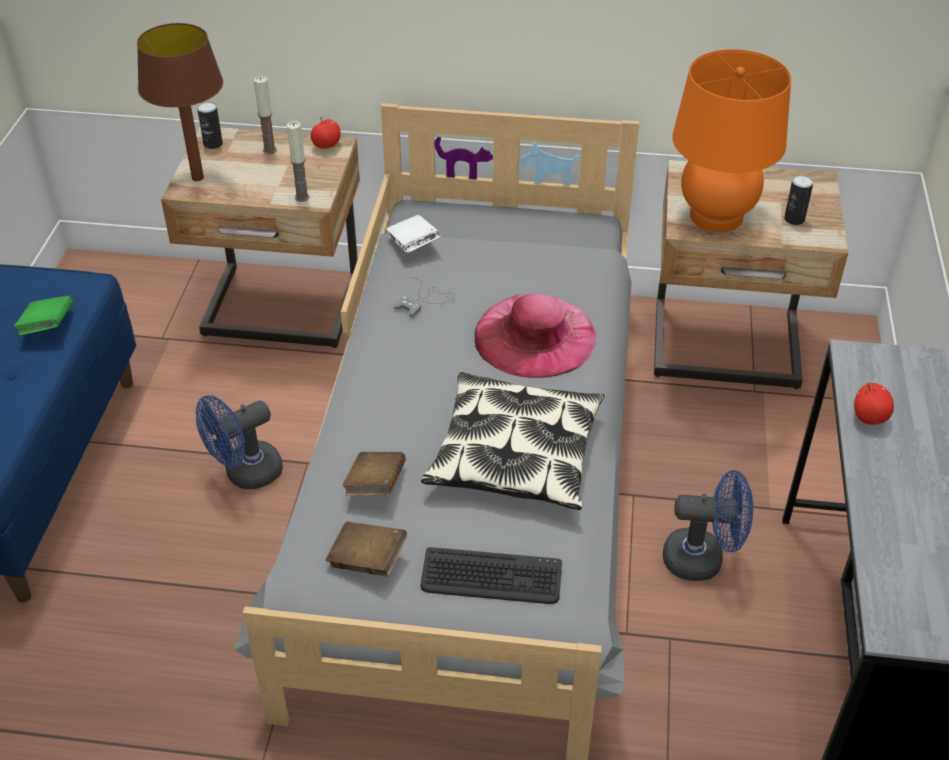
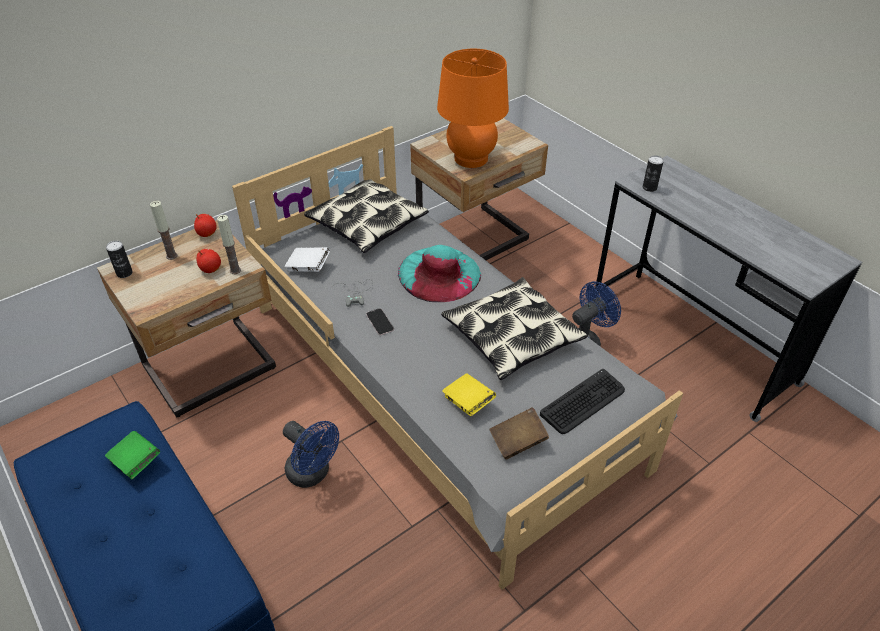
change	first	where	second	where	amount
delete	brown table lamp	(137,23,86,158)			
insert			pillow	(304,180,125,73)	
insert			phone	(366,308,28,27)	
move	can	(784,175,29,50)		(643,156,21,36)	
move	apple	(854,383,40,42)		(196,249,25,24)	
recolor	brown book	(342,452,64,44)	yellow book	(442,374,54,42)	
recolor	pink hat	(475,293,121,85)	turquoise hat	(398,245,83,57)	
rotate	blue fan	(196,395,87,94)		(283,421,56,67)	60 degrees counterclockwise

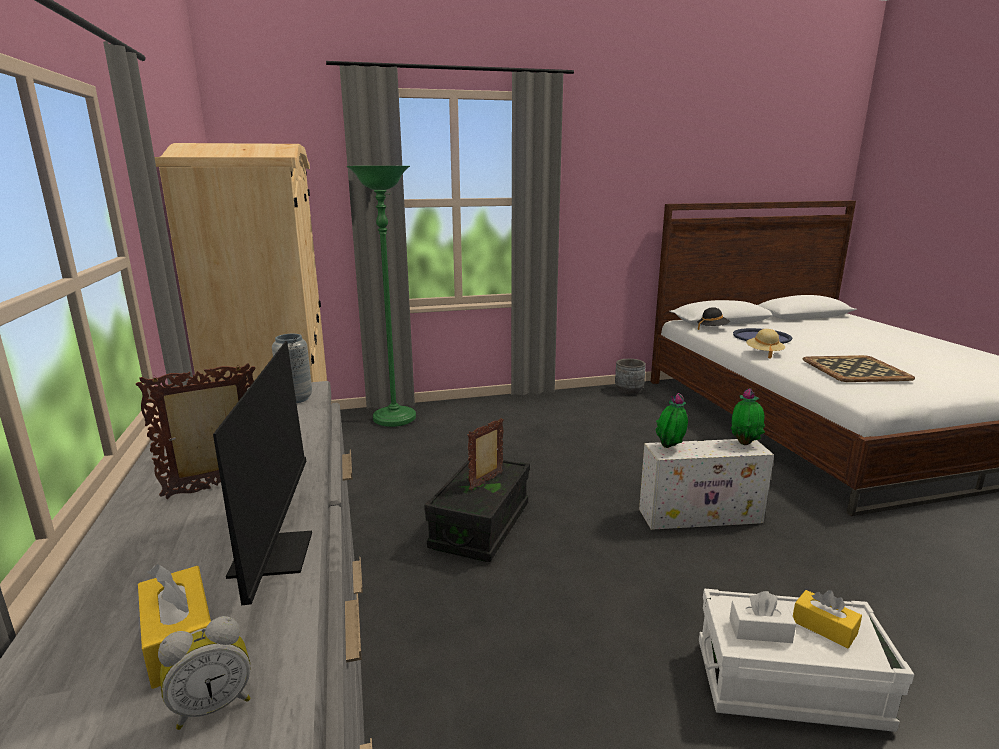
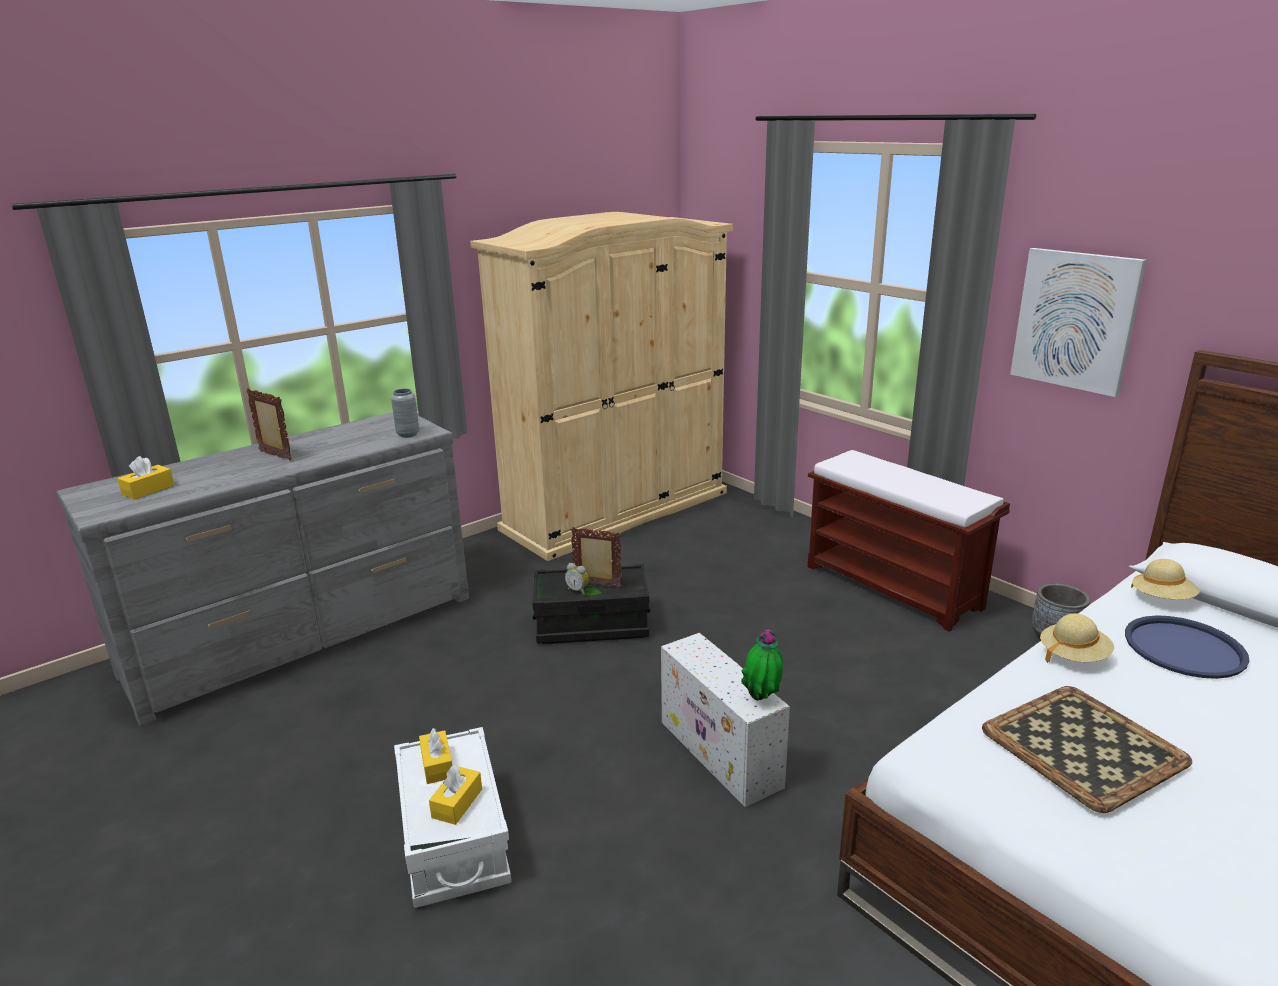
change	first	where	second	where	amount
delete	monitor	(213,337,99,268)			
delete	green floor lamp	(346,166,70,261)			
delete	potted plant	(656,393,32,55)			
insert			brown bench	(807,450,203,182)	
insert			picture	(1010,248,136,149)	
move	alarm clock	(158,616,92,114)		(565,563,24,32)	
recolor	black hat	(697,307,33,23)	beige hat	(1131,559,69,41)	
recolor	white tissue box	(729,591,67,52)	yellow tissue box	(419,728,33,56)	

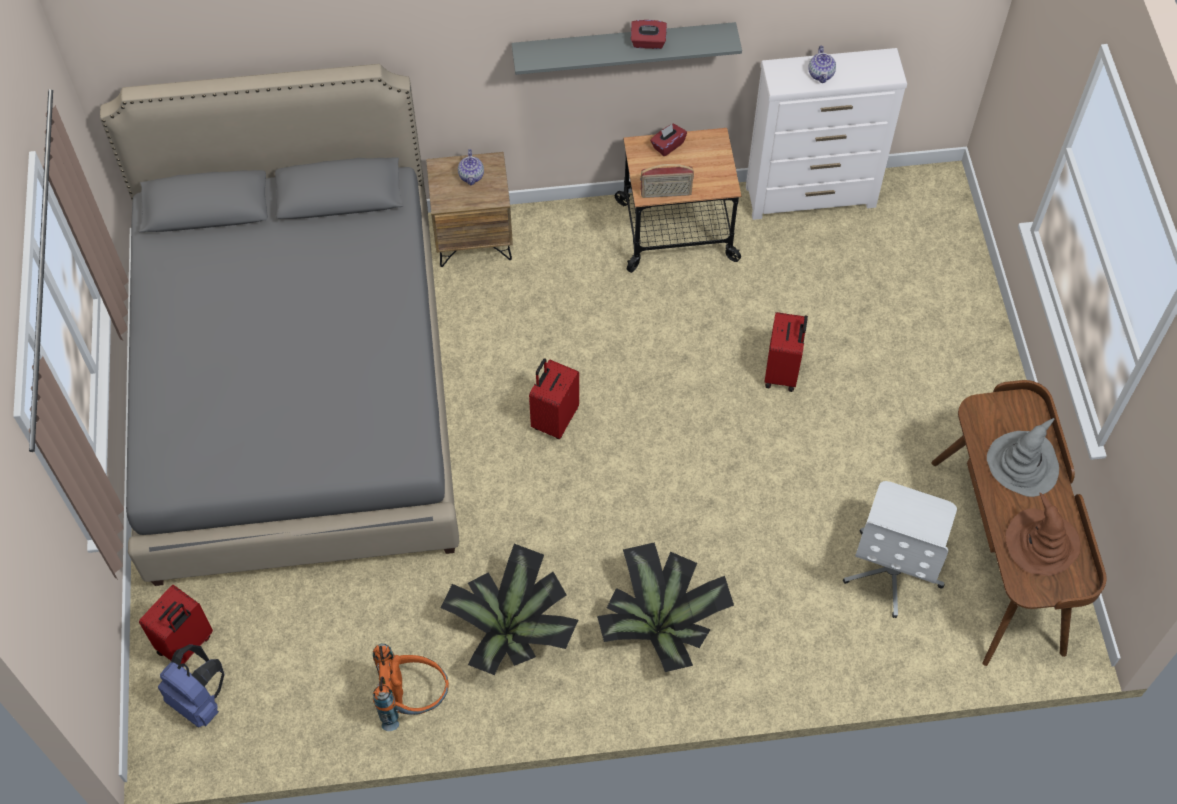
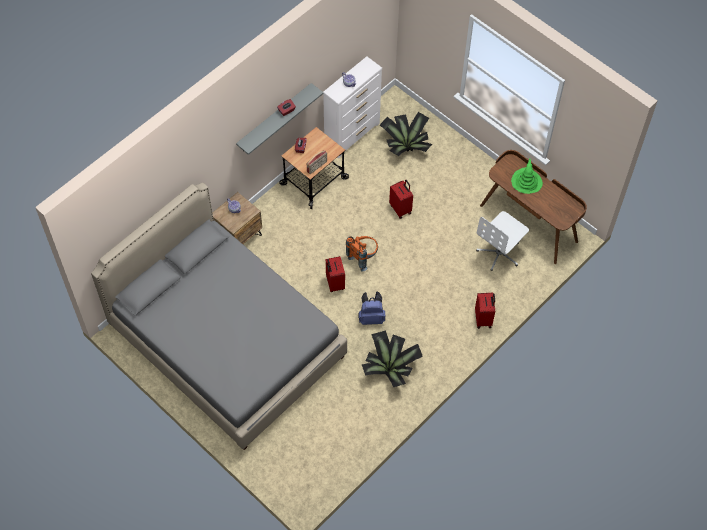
change	first	where	second	where	amount
delete	brown hat	(1005,493,76,83)			
move	red suitcase	(139,585,74,82)		(475,293,20,36)	
move	blue backpack	(158,644,67,84)		(359,292,27,33)	
move	orange backpack	(373,644,76,87)		(346,236,32,35)	
move	potted plant	(597,542,137,130)		(380,112,52,44)	
recolor	grey hat	(987,418,72,79)	green hat	(511,158,32,36)	
rotate	white office chair	(843,481,114,137)		(476,211,53,60)	60 degrees clockwise

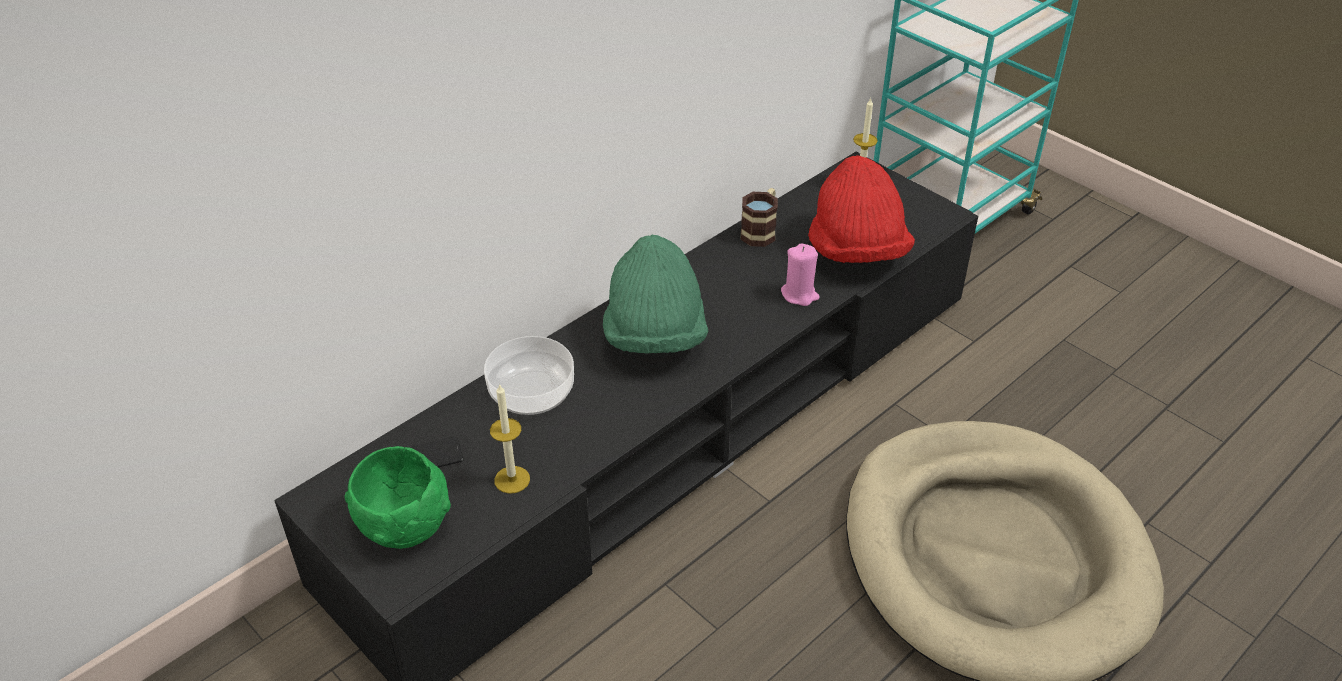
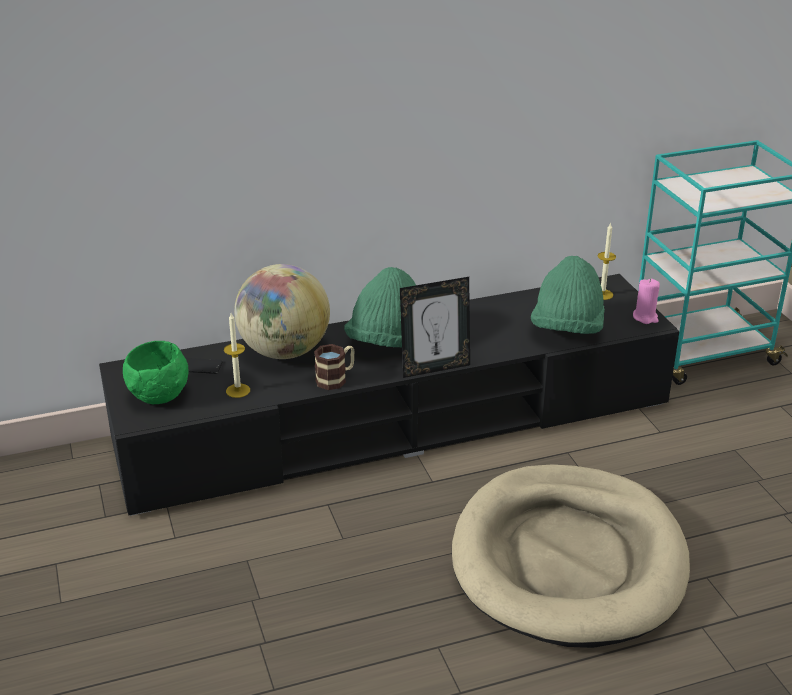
change	first	where	second	where	amount
insert			picture frame	(400,277,70,101)	
move	mug	(741,188,37,59)		(314,344,41,46)	
move	pink candle	(781,243,39,63)		(633,279,27,45)	
replace	bowl	(484,336,90,79)	globe	(234,264,96,95)	
recolor	red hat	(808,155,107,108)	green hat	(531,256,74,78)	

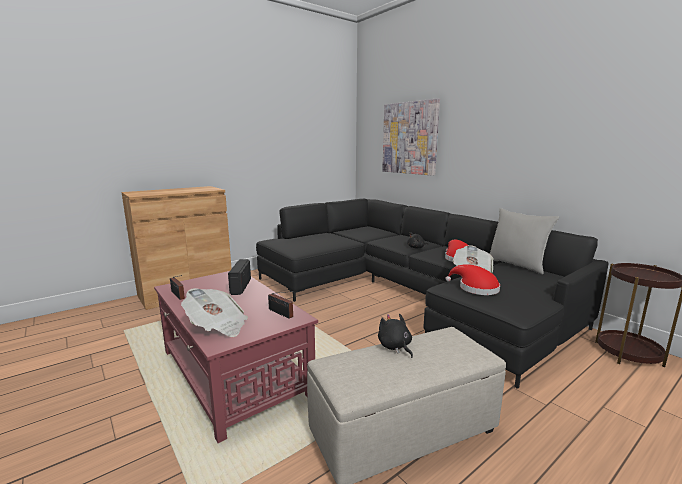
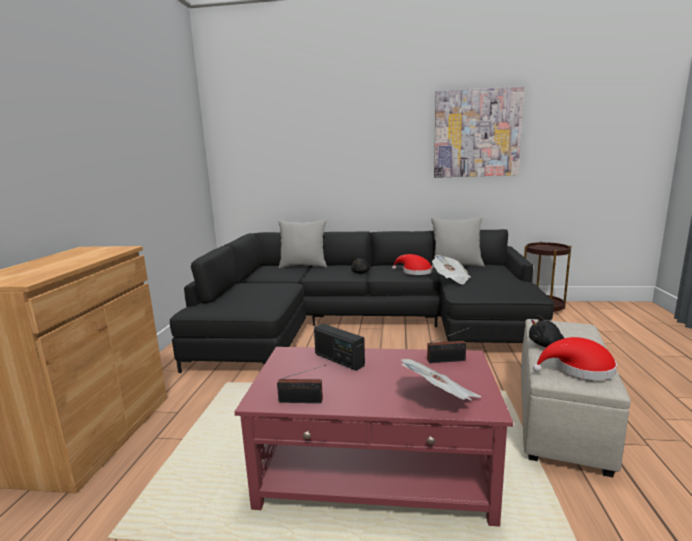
change	first	where	second	where	amount
insert			grey pillow	(278,220,49,49)	
move	picture	(382,98,58,78)		(434,86,90,92)	
move	red hat	(445,264,55,31)		(533,337,84,43)	

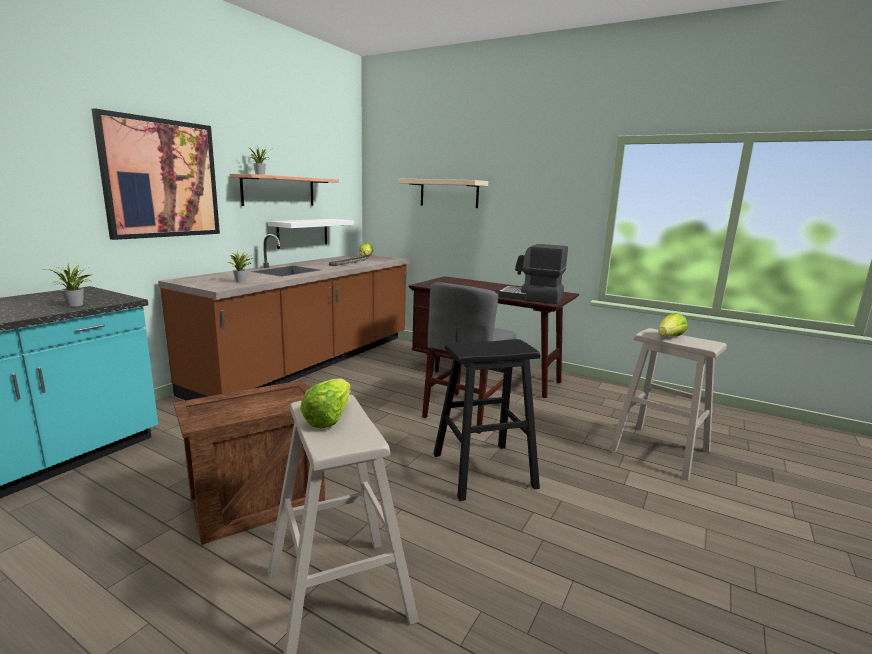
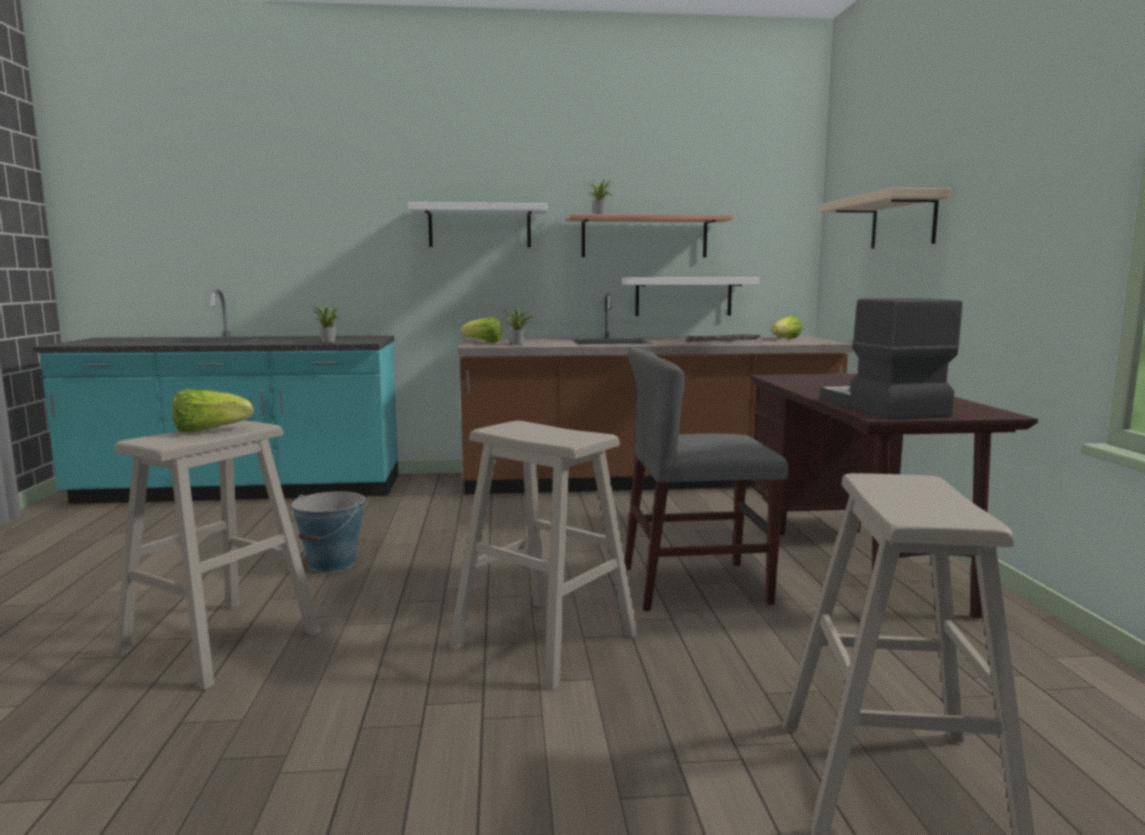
change	first	where	second	where	amount
move	lettuce	(658,313,30,23)		(460,317,42,25)	
replace	picture	(92,108,128,132)	white shelf	(408,202,140,45)	
replace	crate	(174,380,151,165)	bucket	(291,491,74,81)	
recolor	black stool	(433,339,108,162)	beige stool	(449,421,189,270)	

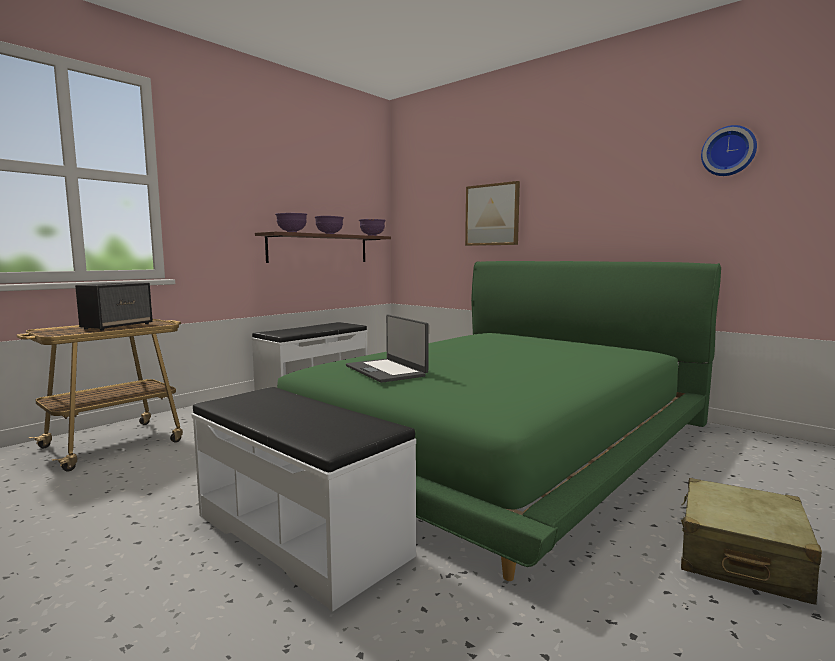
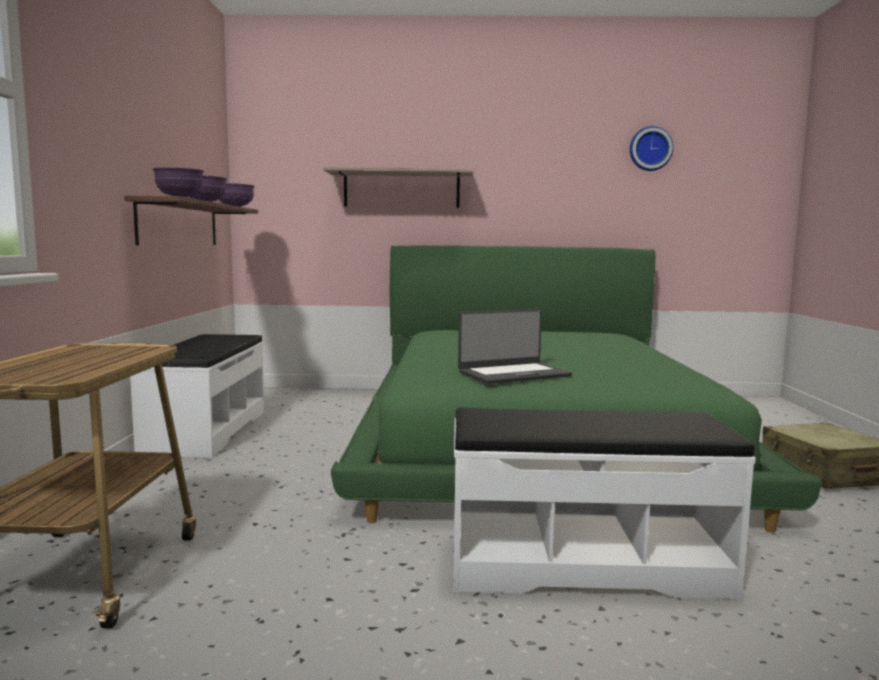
change	first	where	second	where	amount
delete	speaker	(75,282,78,49)			
replace	picture	(465,181,55,65)	shelf	(323,167,151,41)	
rotate	laptop	(346,315,83,68)		(458,309,114,75)	45 degrees counterclockwise

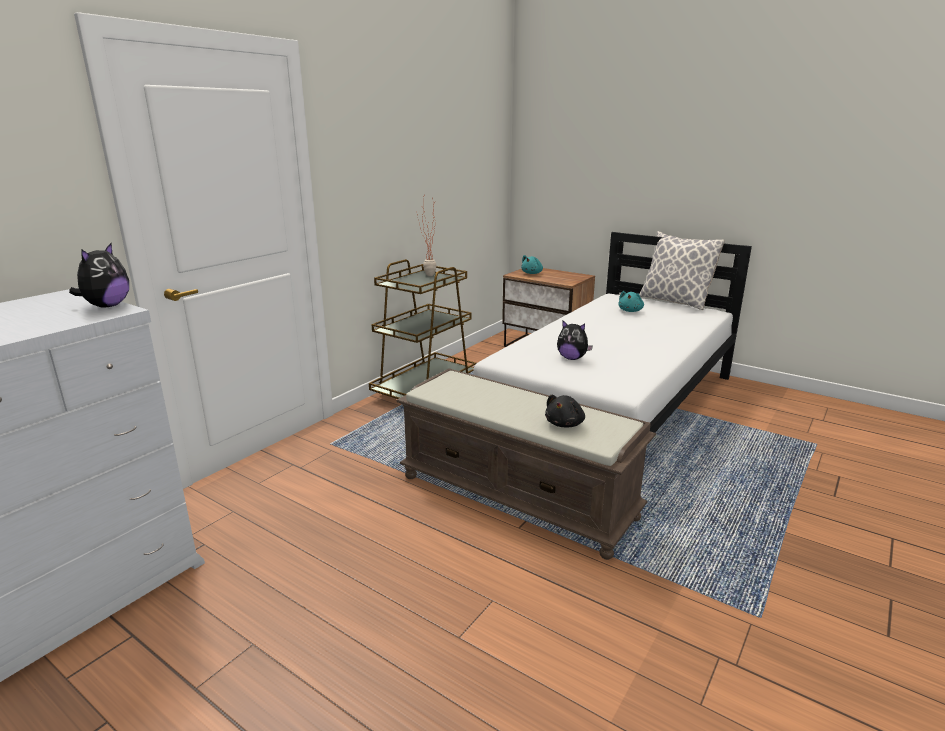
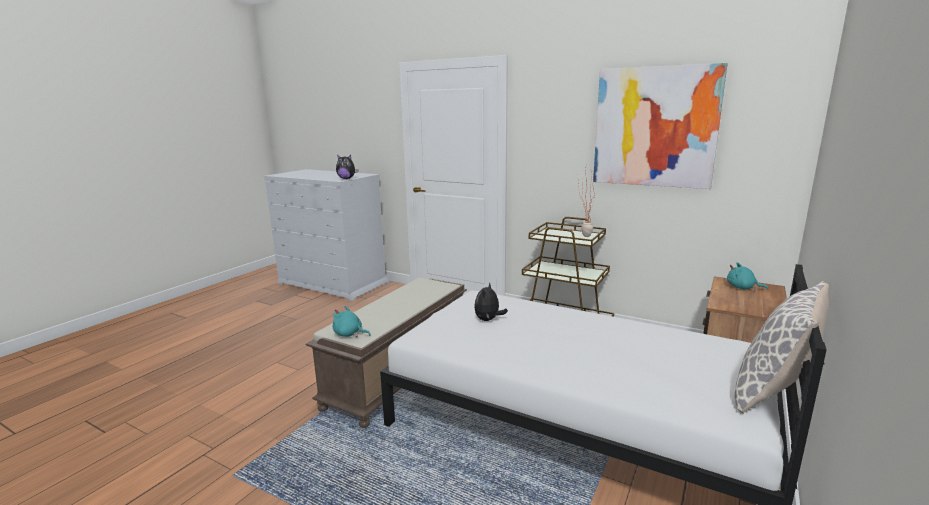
change	first	where	second	where	amount
delete	black plush toy	(545,395,40,32)			
insert			picture	(593,63,135,126)	
move	turquoise plush toy	(619,291,25,21)		(333,306,37,31)	

